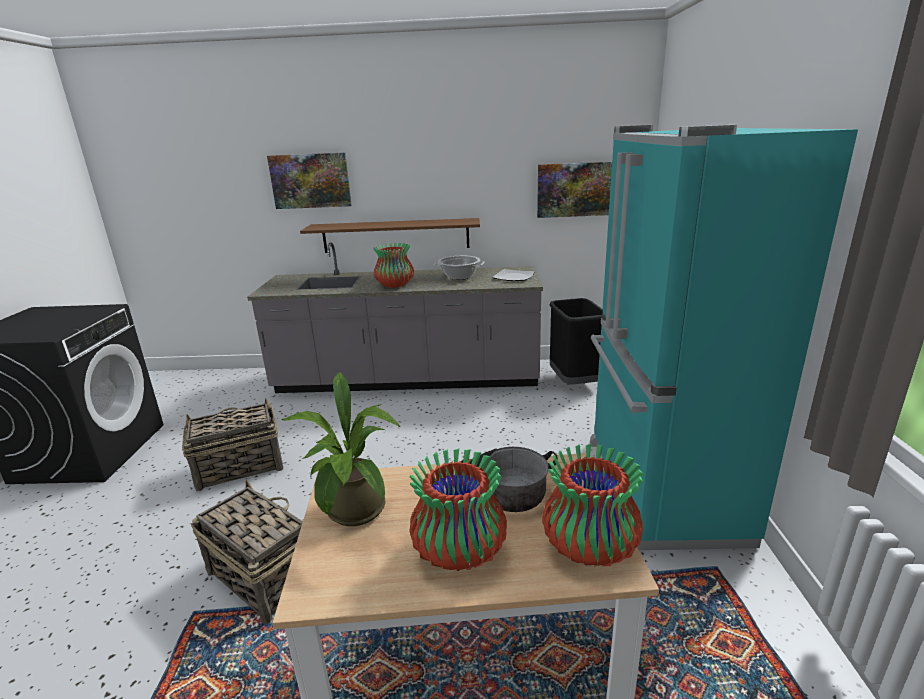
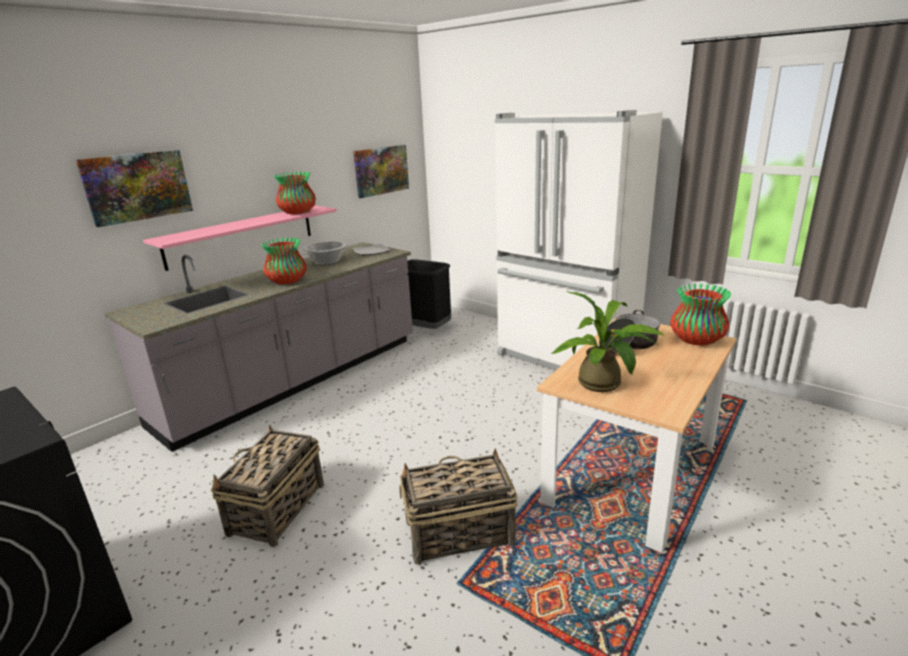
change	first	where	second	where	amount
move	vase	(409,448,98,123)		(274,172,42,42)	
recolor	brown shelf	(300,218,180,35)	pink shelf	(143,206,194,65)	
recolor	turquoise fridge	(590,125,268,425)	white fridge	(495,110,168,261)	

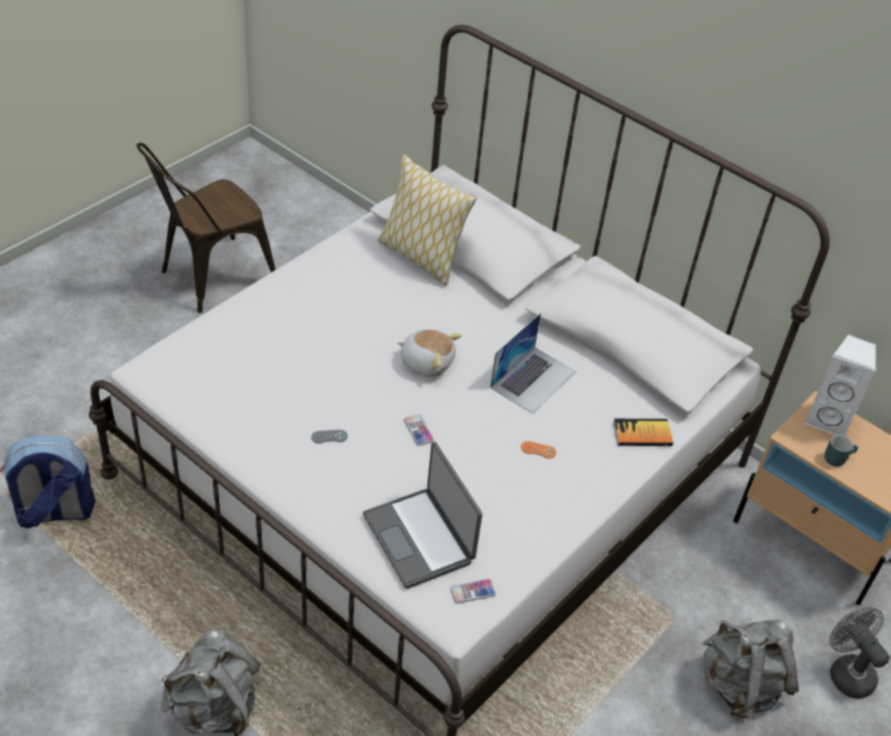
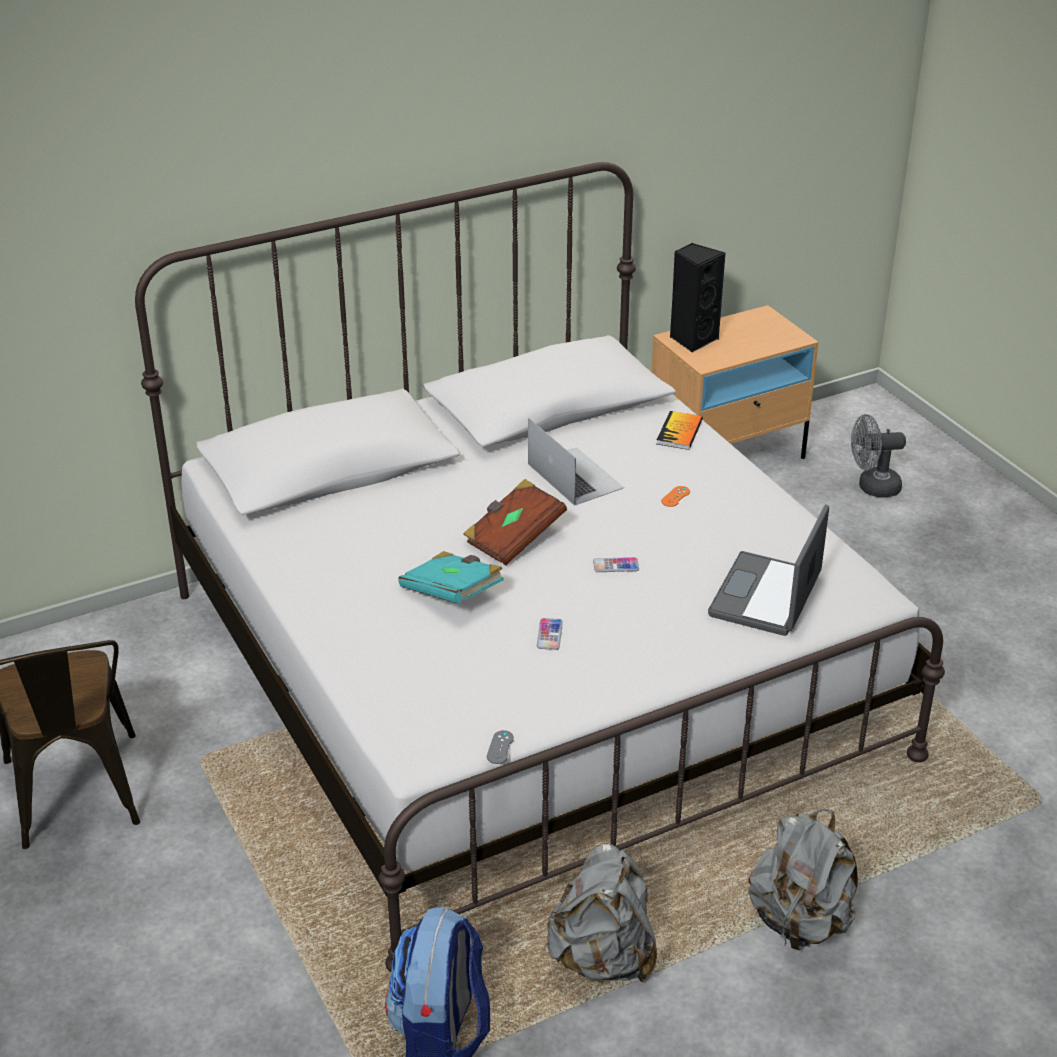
change	first	where	second	where	amount
delete	pillow	(378,155,98,131)			
delete	turquoise mug	(825,435,33,32)			
insert			turquoise book	(398,551,106,53)	
move	grey game controller	(311,430,37,14)		(487,730,27,34)	
move	phone	(450,579,46,24)		(537,618,26,32)	
move	grey backpack	(702,619,97,99)		(546,844,111,138)	
replace	plush toy	(397,329,65,48)	brown book	(463,479,104,87)	
recolor	white speaker	(804,334,72,102)	black speaker	(670,243,56,110)	
rotate	laptop	(363,442,119,147)		(708,505,121,131)	120 degrees clockwise

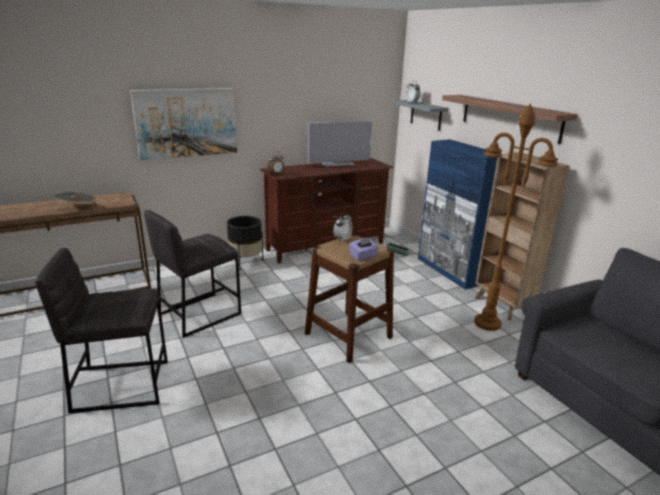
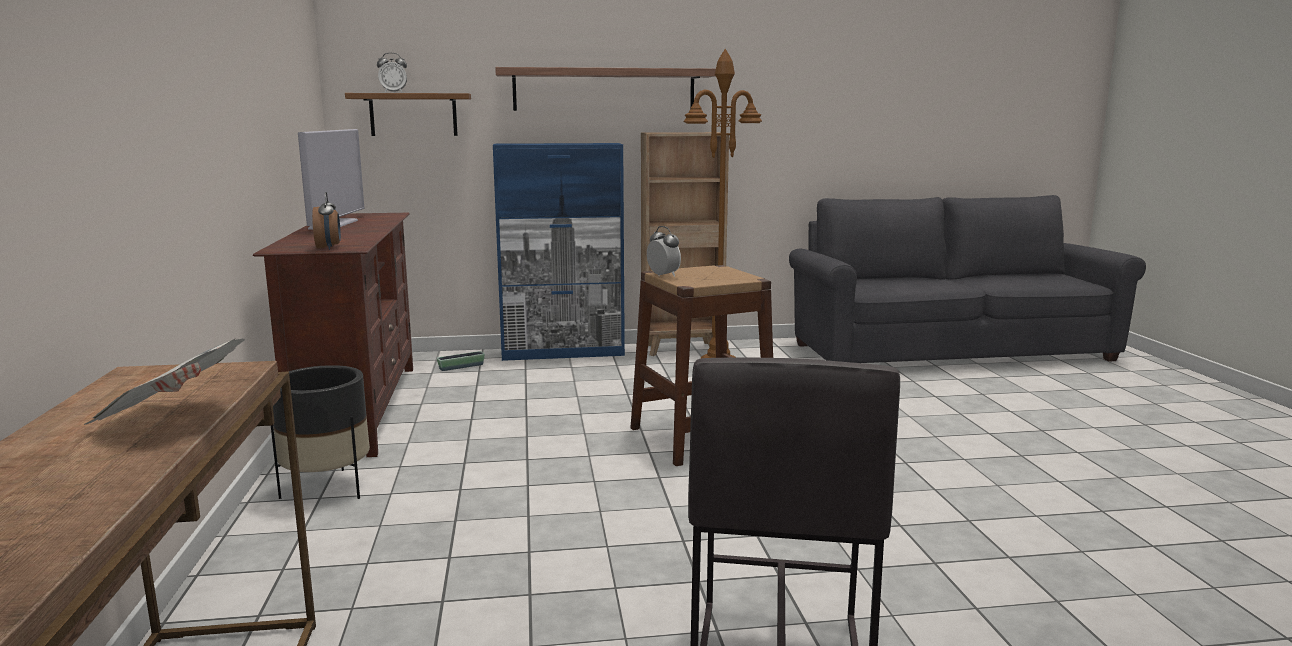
change	first	where	second	where	amount
delete	picture	(130,88,107,72)			
delete	grey stool	(144,210,97,128)			
delete	purple tissue box	(349,238,30,23)			
recolor	grey shelf	(391,100,57,31)	brown shelf	(345,93,126,43)	

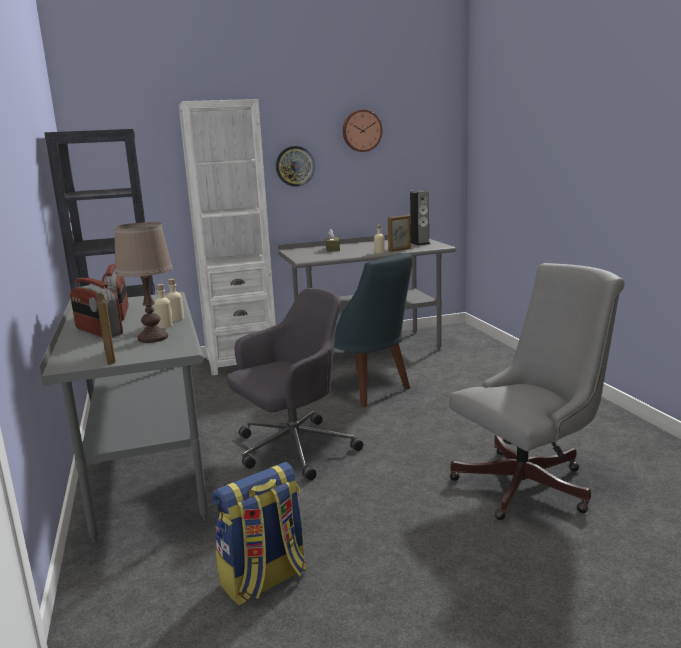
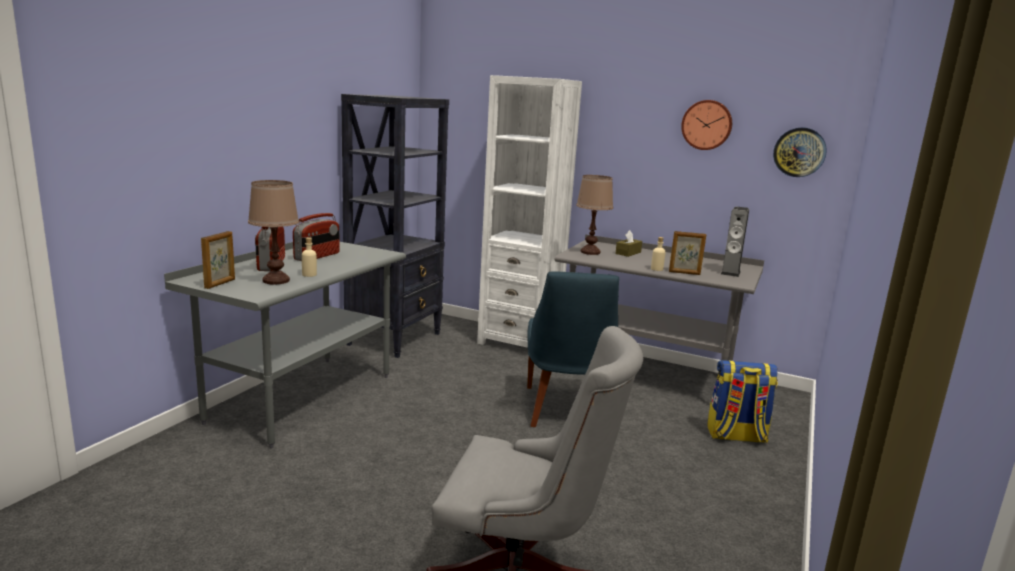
change	first	where	second	where	amount
delete	beige bottle	(166,279,18,42)			
delete	grey office chair	(227,288,136,193)			
insert			brown table lamp	(576,175,37,80)	
move	backpack	(212,462,94,144)		(707,360,71,83)	
move	wall clock	(276,146,39,41)		(773,127,54,50)	

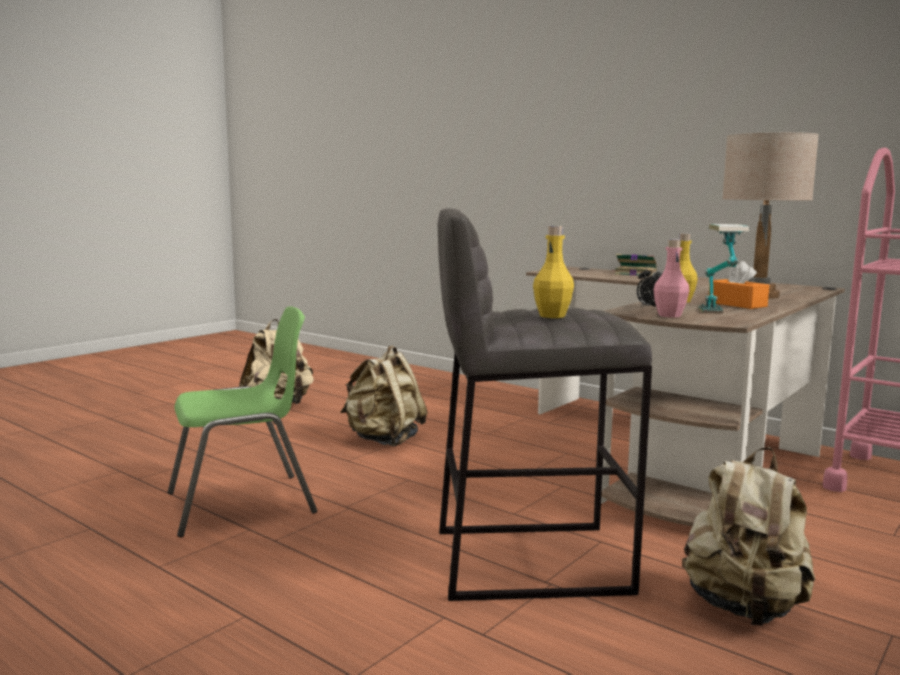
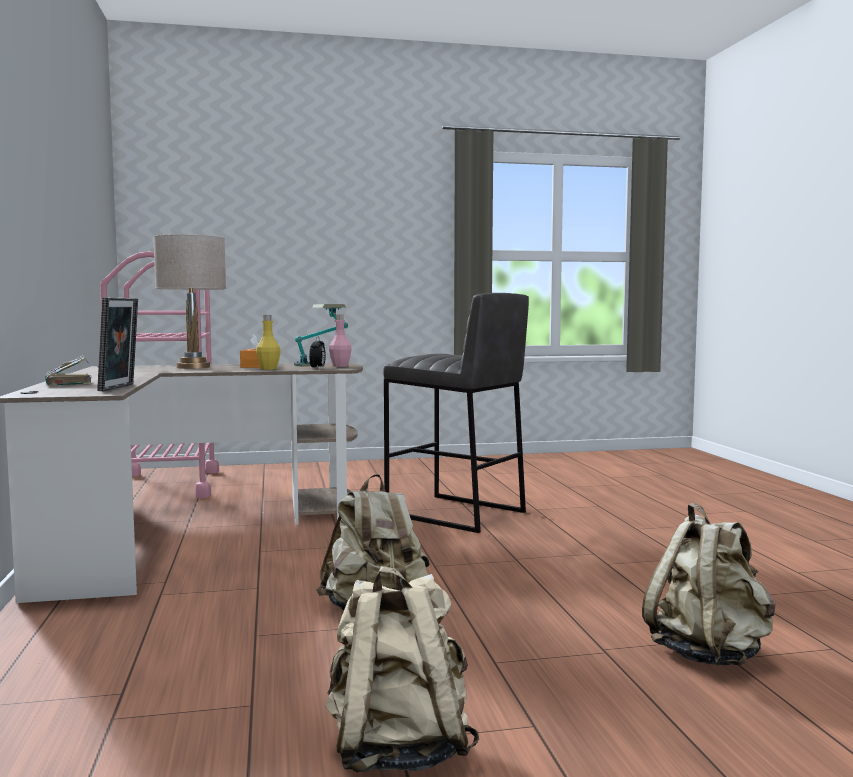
change	first	where	second	where	amount
delete	green chair	(168,306,149,231)			
delete	yellow bottle	(533,226,41,92)			
insert			picture frame	(97,297,41,94)	
move	beige backpack	(682,447,133,179)		(642,503,133,163)	

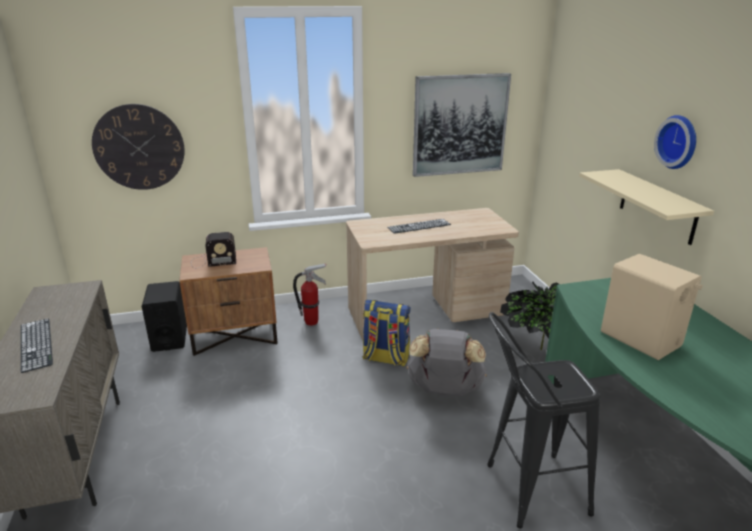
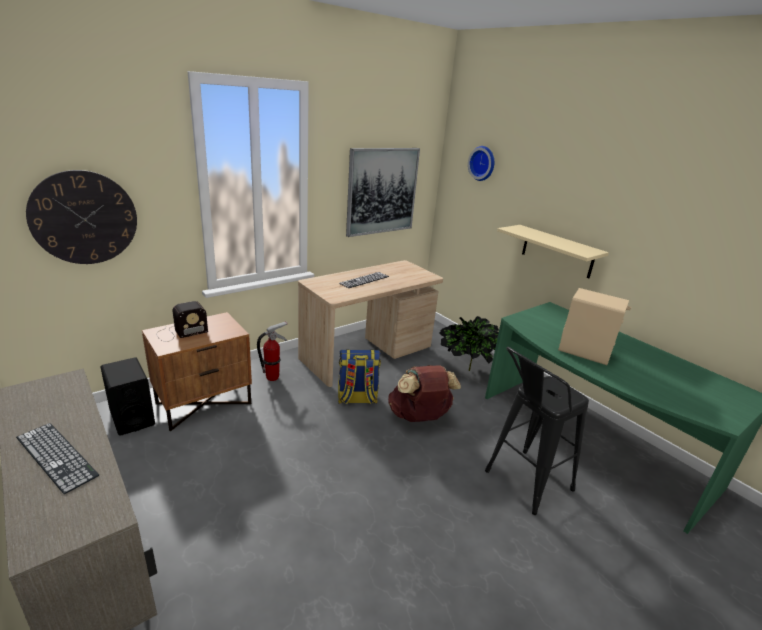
change	first	where	second	where	amount
move	wall clock	(654,115,42,54)		(468,146,26,35)	
recolor	grey backpack	(407,329,80,67)	brown backpack	(388,365,73,57)	

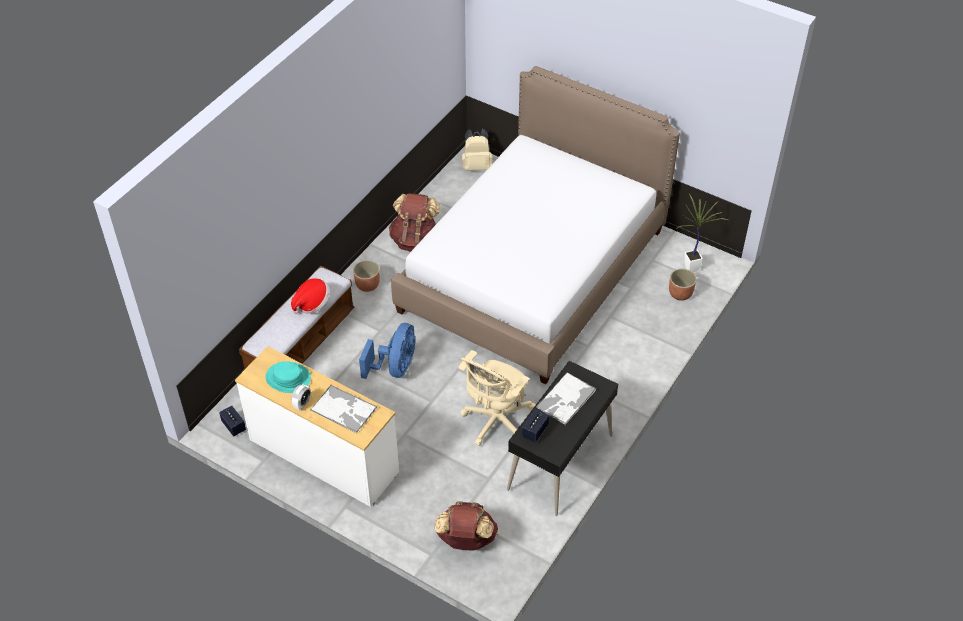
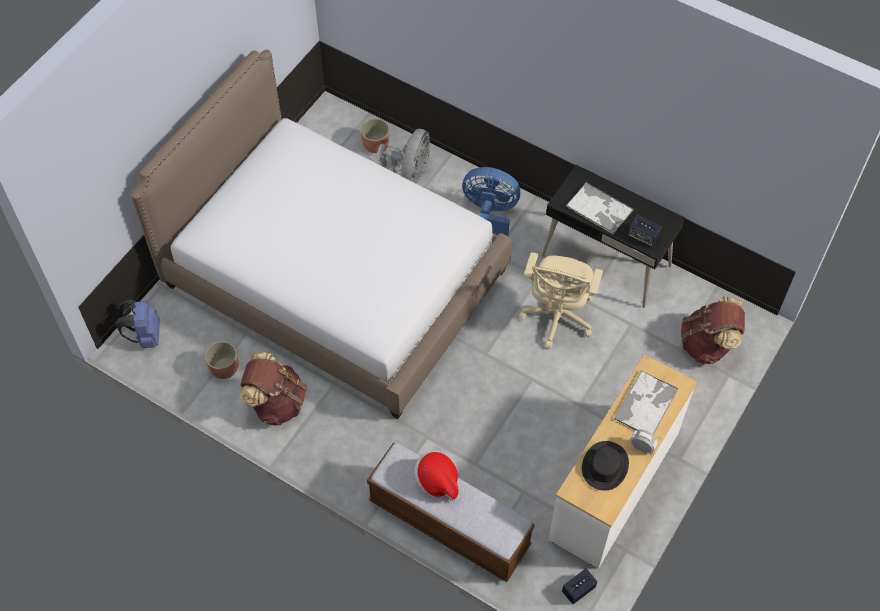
change	first	where	second	where	amount
delete	potted plant	(676,193,53,79)			
insert			grey fan	(373,129,57,55)	
move	planter	(353,260,27,32)		(205,341,33,38)	
move	blue fan	(359,323,56,56)		(462,167,59,69)	
recolor	turquoise hat	(265,361,46,32)	black hat	(582,441,47,50)	
recolor	beige backpack	(462,129,31,42)	blue backpack	(116,299,44,49)	
rotate	beige office chair	(458,350,78,96)		(518,252,85,97)	75 degrees clockwise

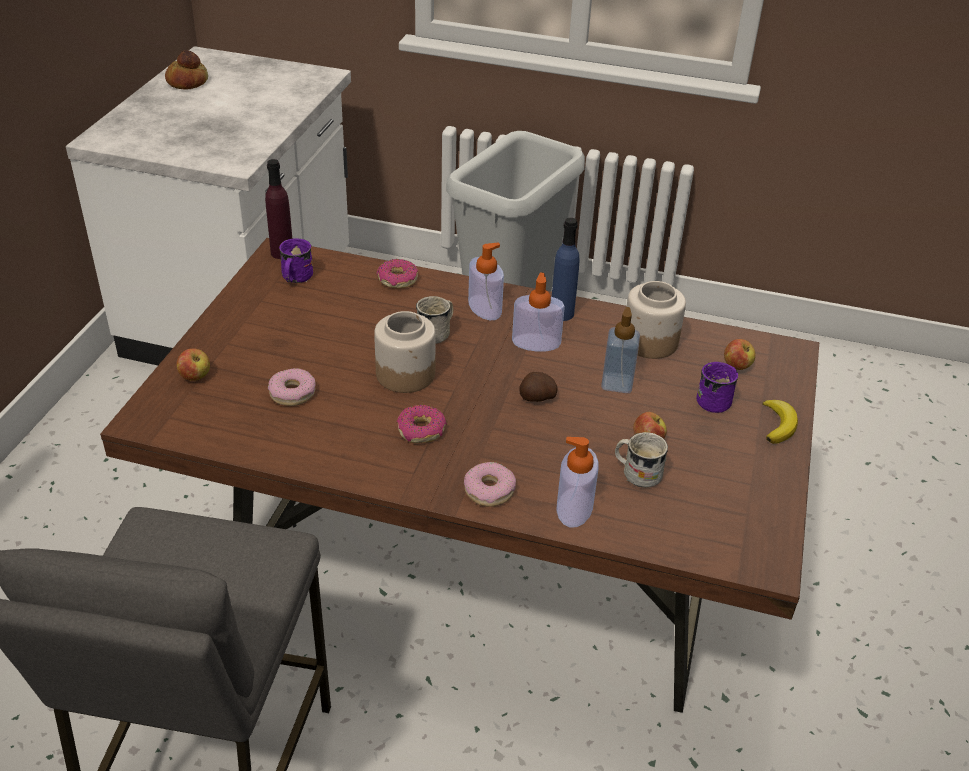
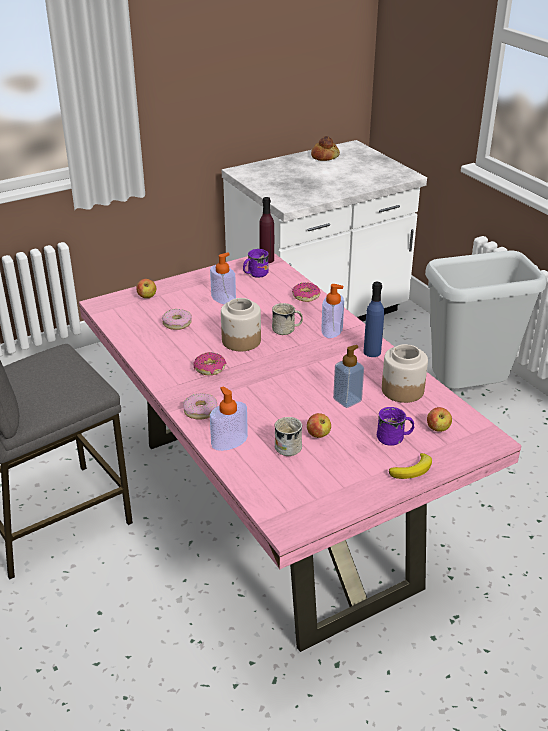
change	first	where	second	where	amount
delete	potato	(520,372,38,30)			
move	soap dispenser	(512,272,53,80)		(210,252,26,52)	
recolor	brown dining table	(100,238,719,475)	pink dining table	(79,253,443,399)	

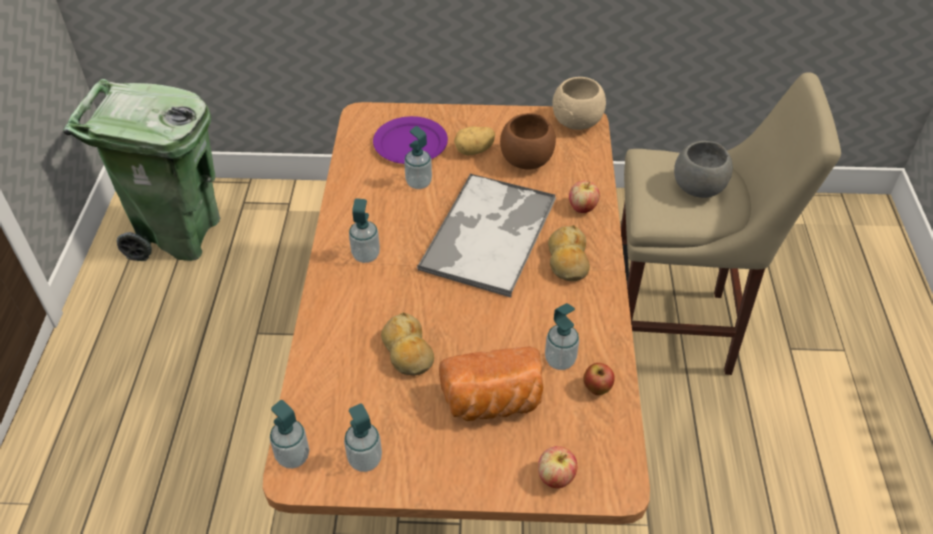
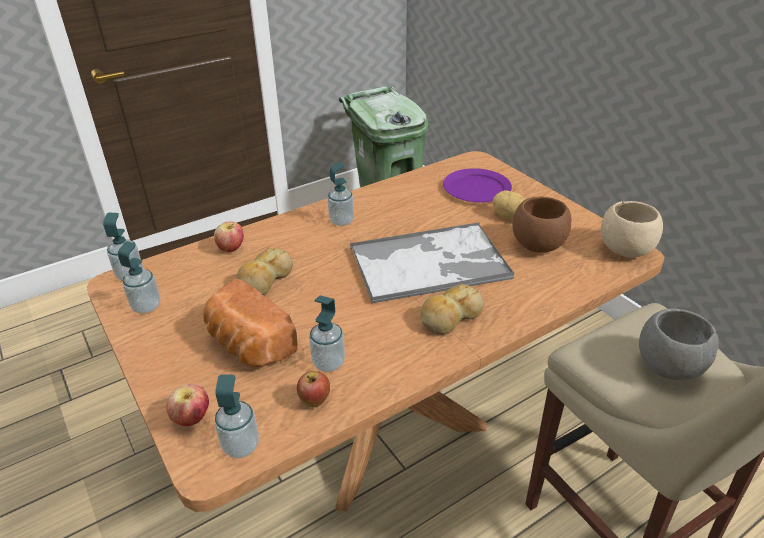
change	first	where	second	where	amount
move	soap dispenser	(404,126,28,63)		(215,374,44,84)	
move	apple	(569,181,31,32)		(214,222,30,30)	

